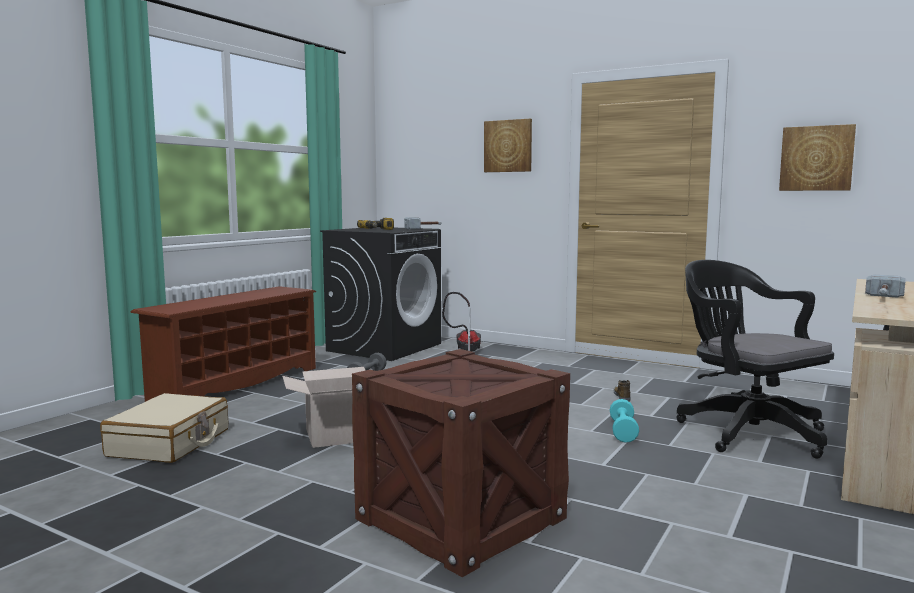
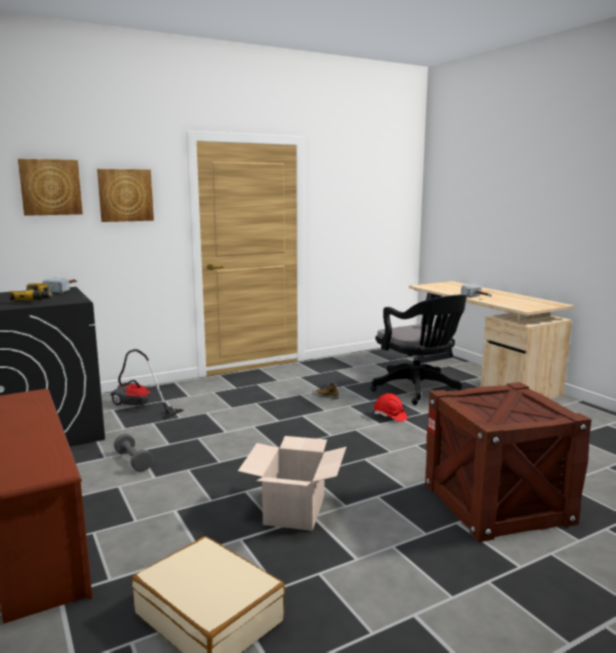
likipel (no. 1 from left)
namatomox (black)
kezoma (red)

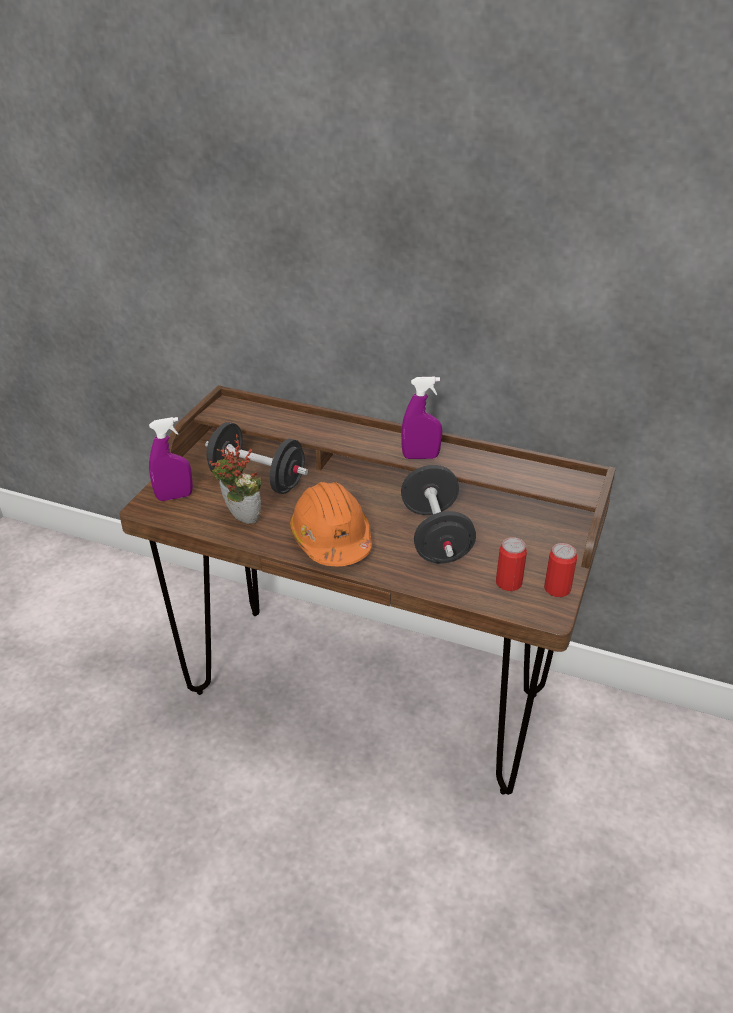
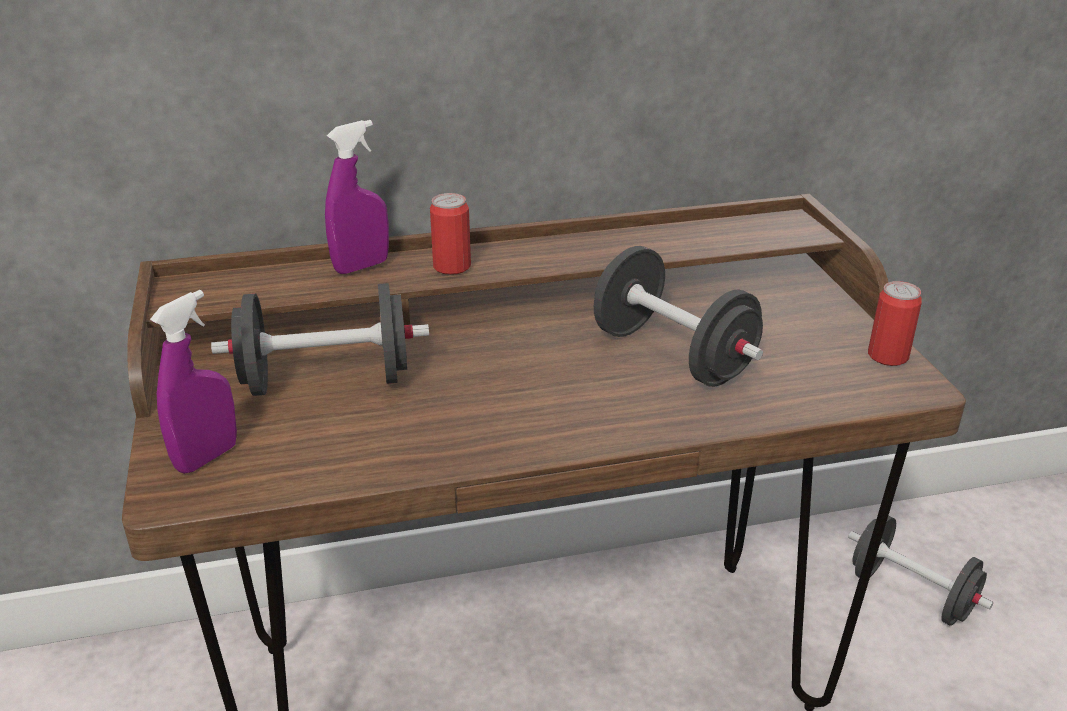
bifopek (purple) (no. 2 from left)
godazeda
kezoma (orange)
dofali (no. 1 from left)
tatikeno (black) (no. 3 from left)

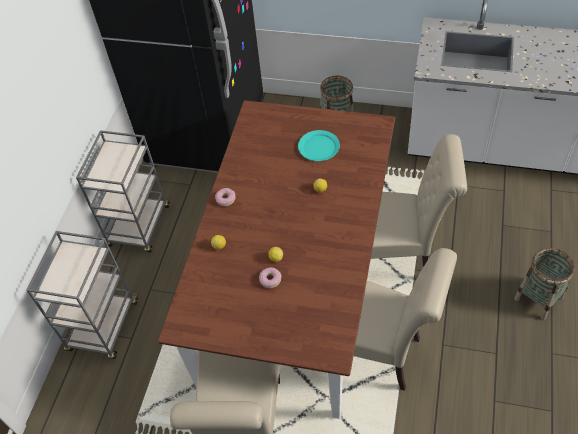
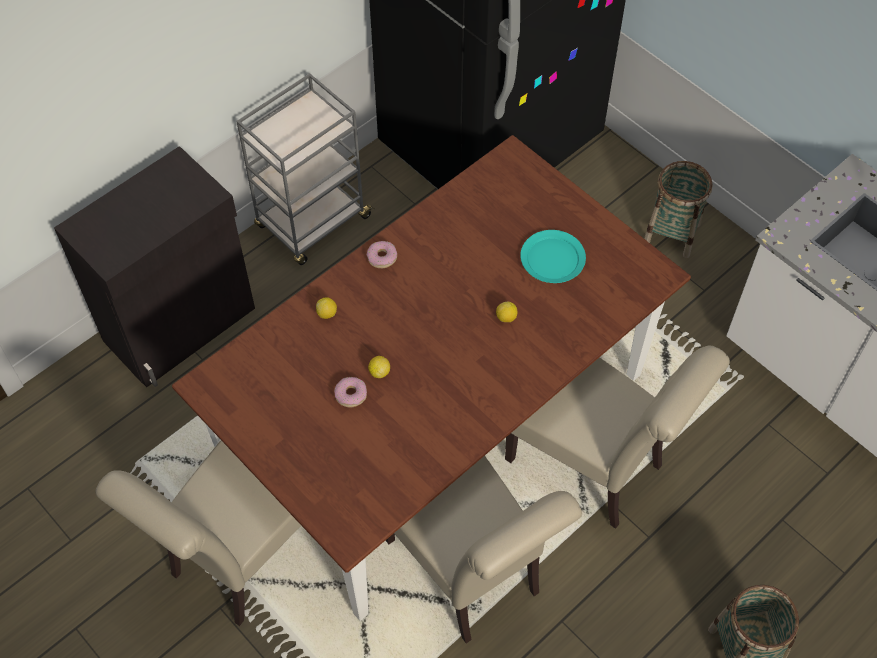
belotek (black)

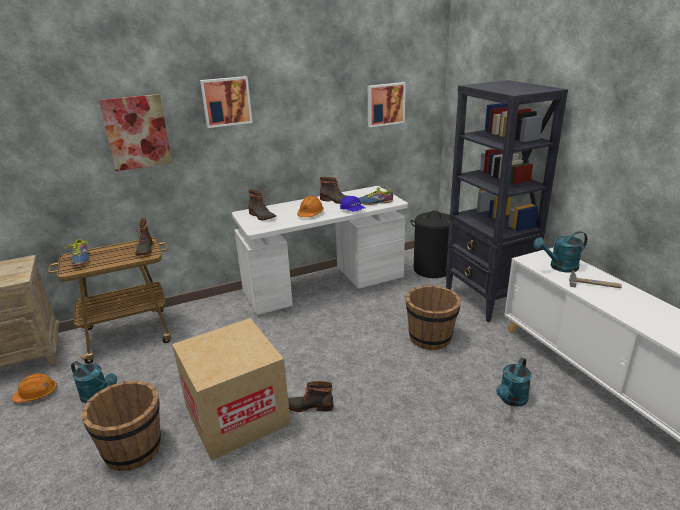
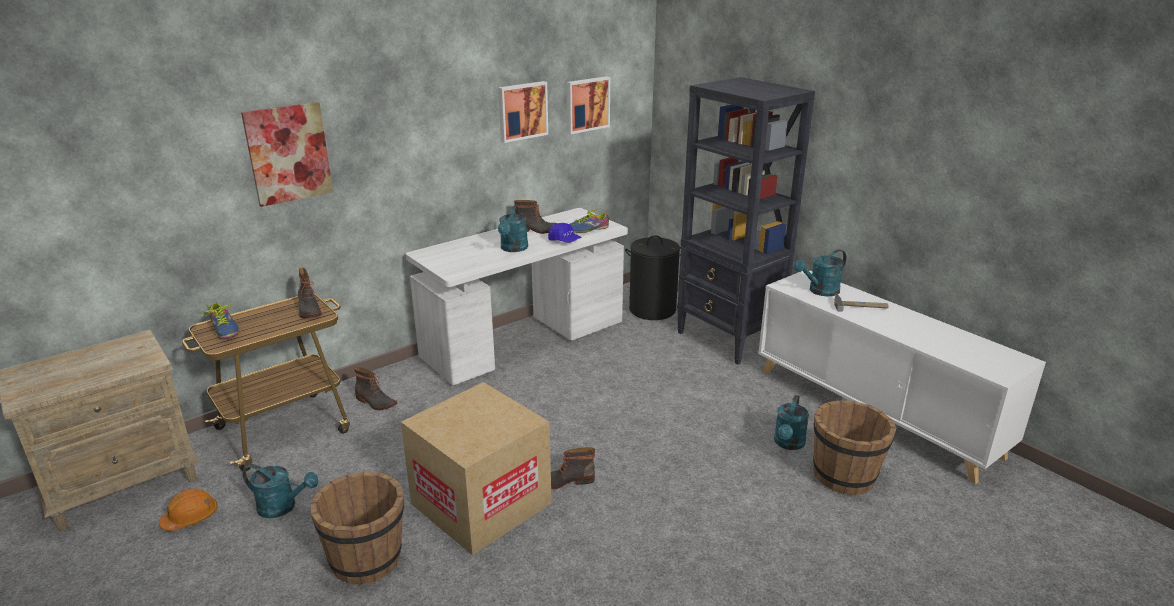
likipel (no. 2 from left)
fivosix (no. 2 from left)
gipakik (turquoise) (no. 2 from left)
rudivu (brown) (no. 2 from left)

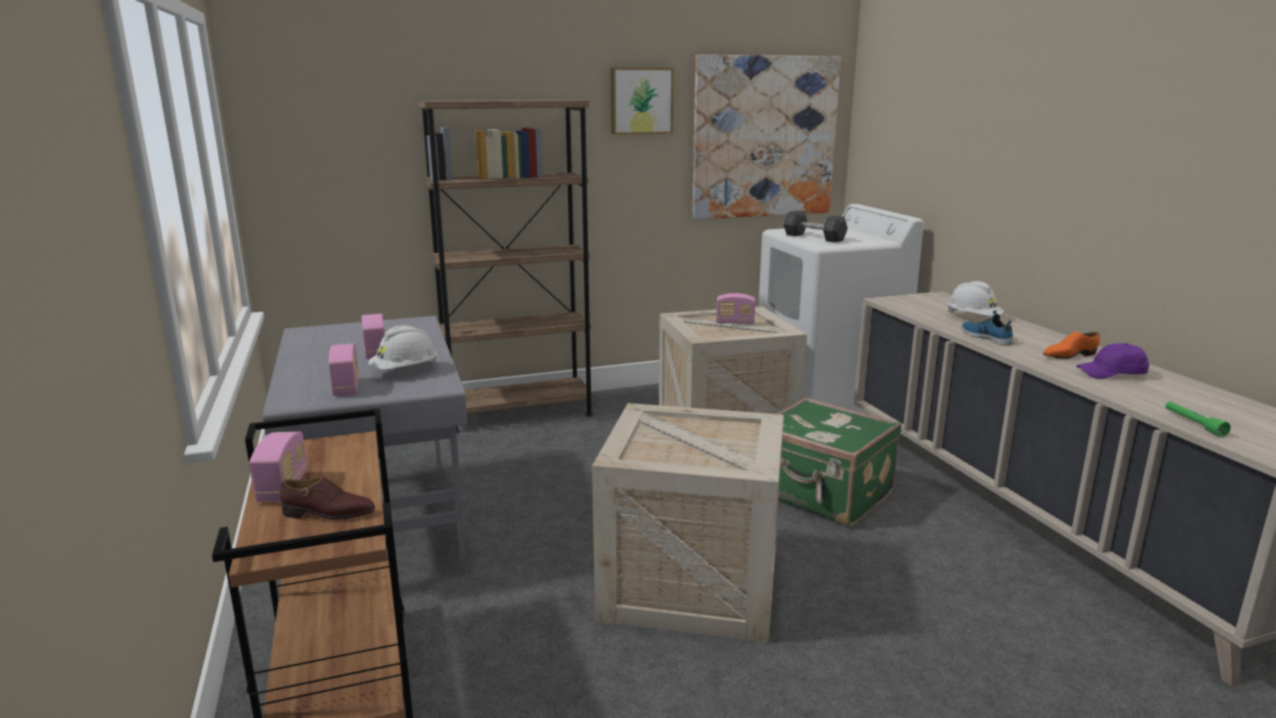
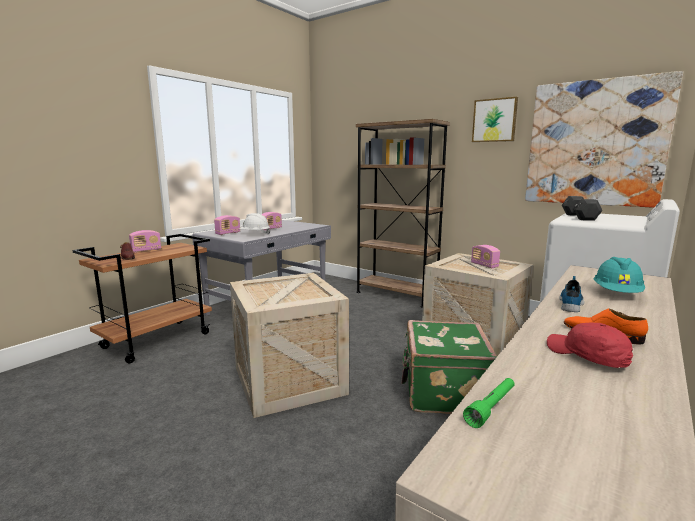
kezoma (turquoise)
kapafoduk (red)

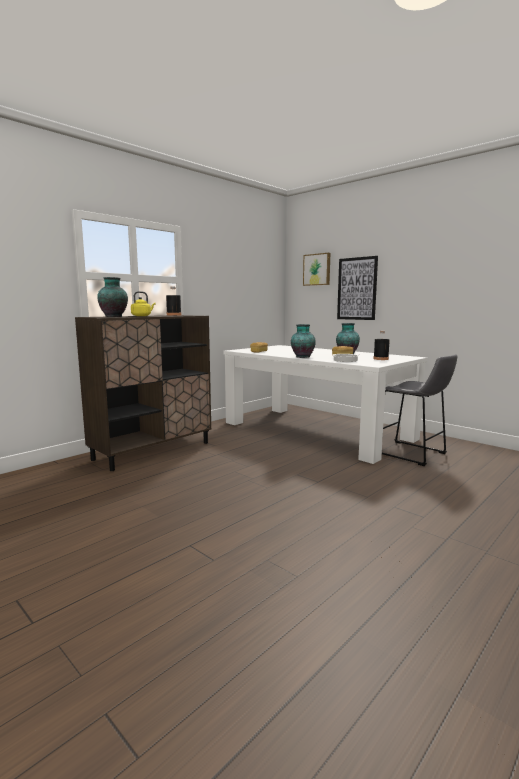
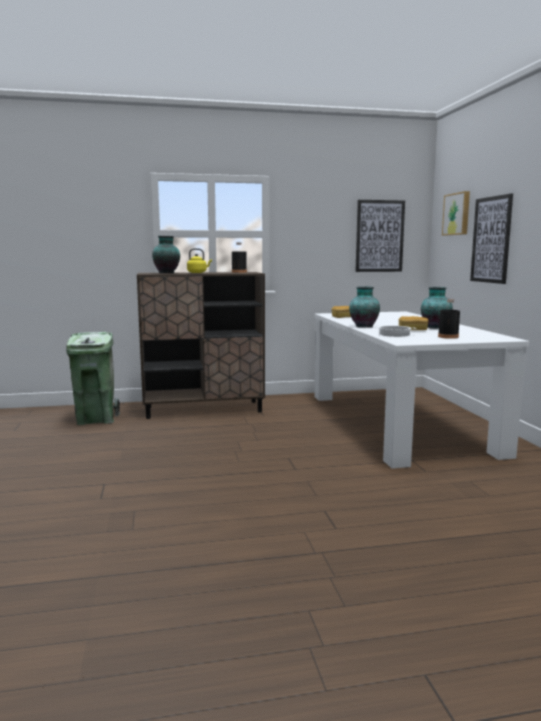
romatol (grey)
likipel (no. 1 from left)
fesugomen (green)

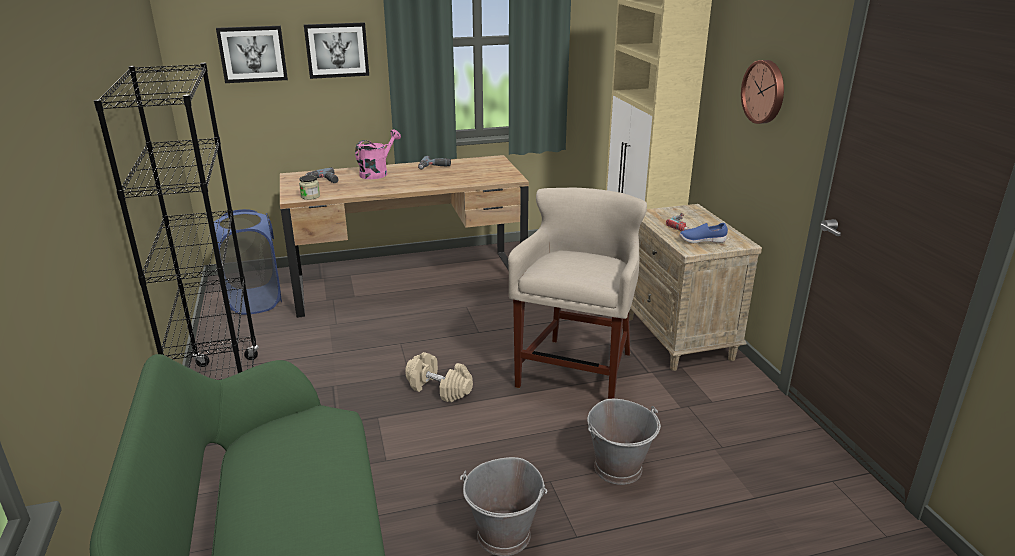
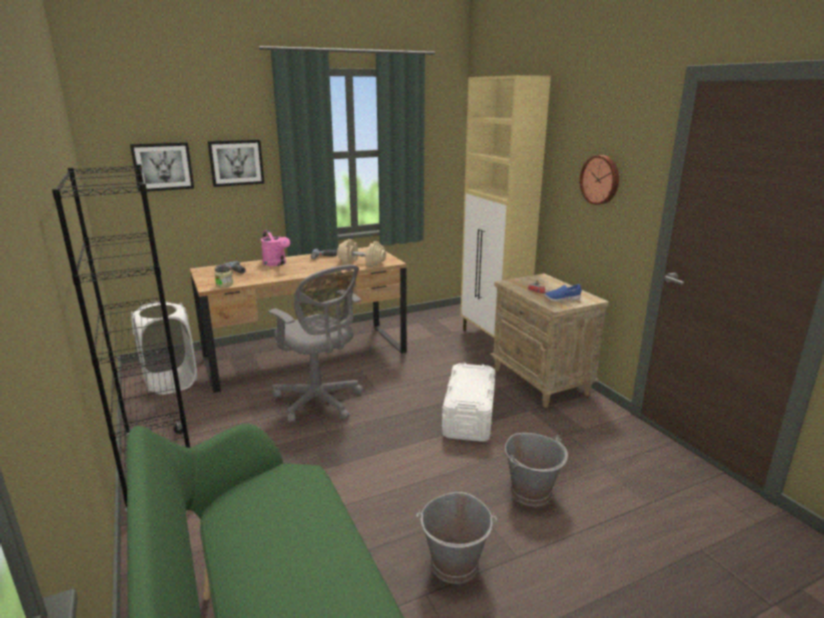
gipakik (pink)
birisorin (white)
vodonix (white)
tatikeno (beige)
namatomox (grey)

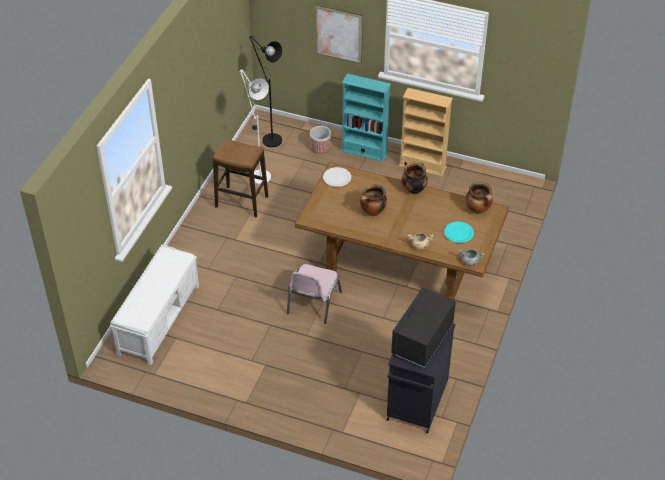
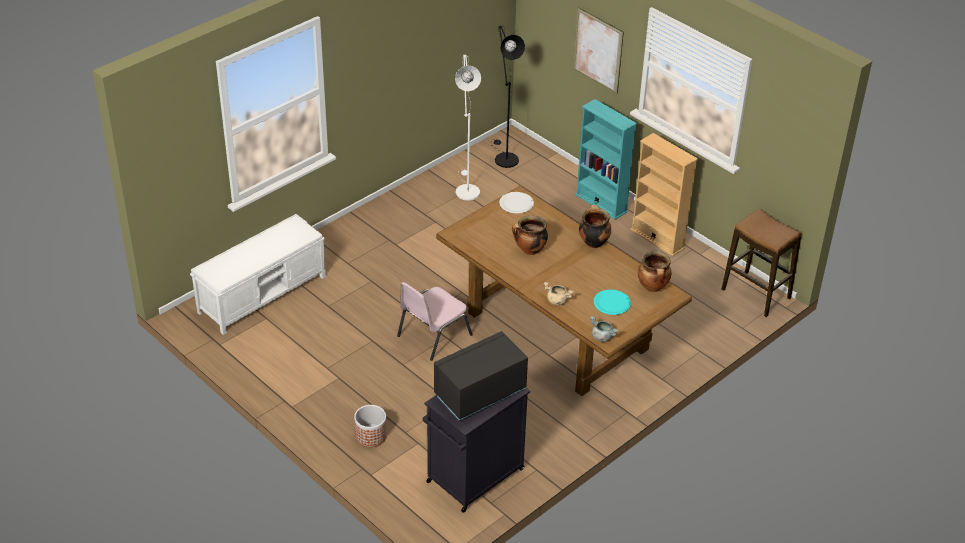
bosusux
romatol

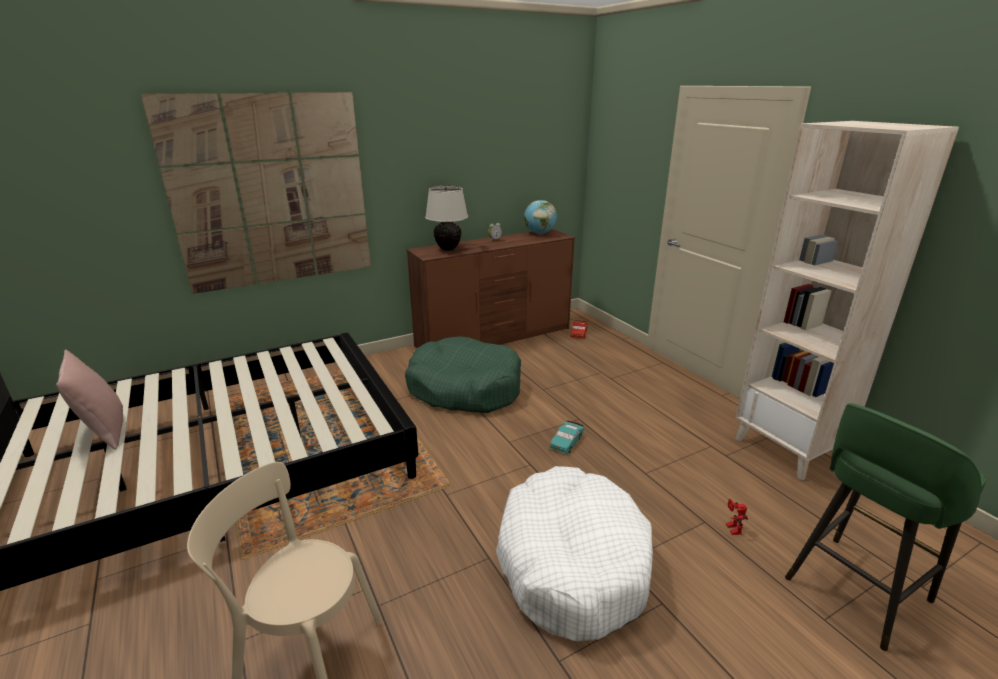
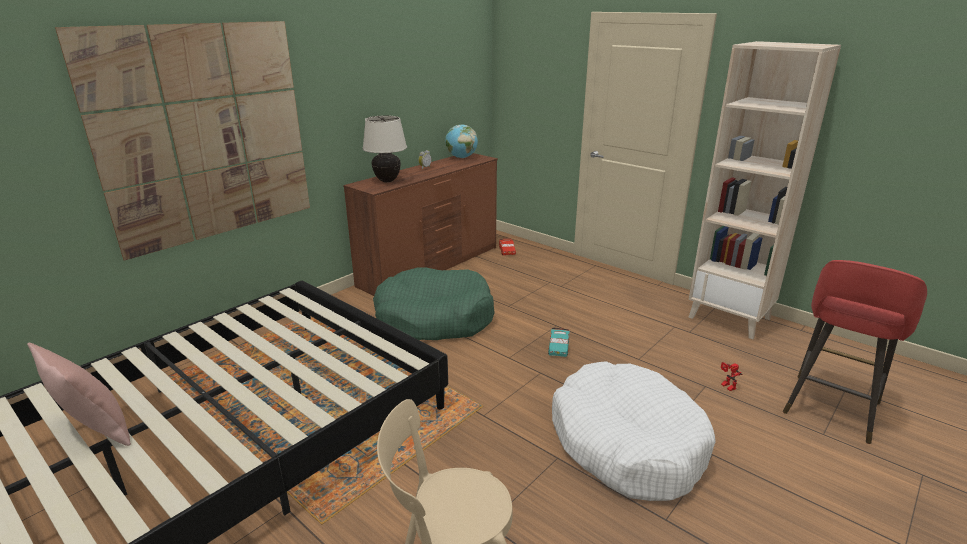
romatol (red)

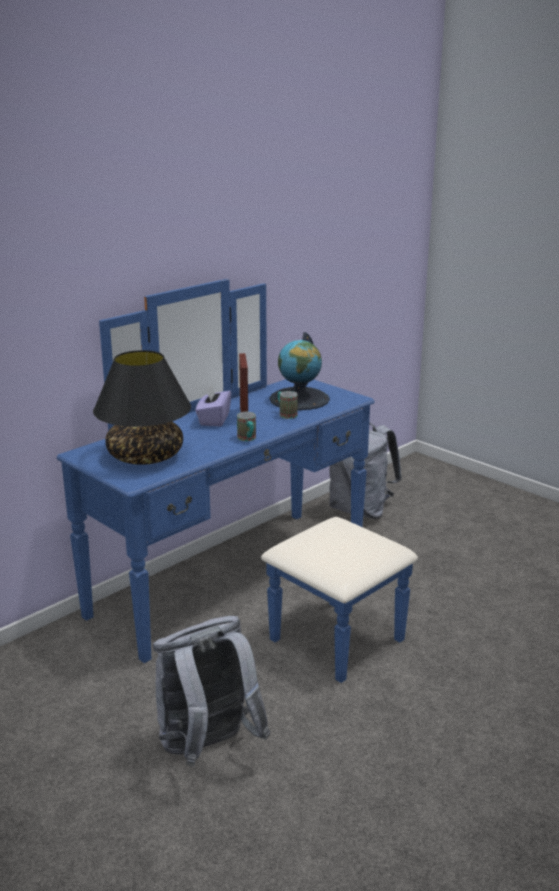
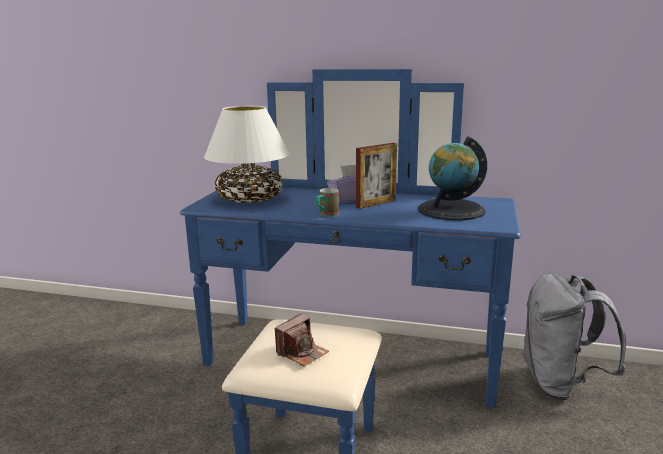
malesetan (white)
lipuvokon (no. 2 from left in the first image)
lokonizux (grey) (no. 1 from left in the first image)
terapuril

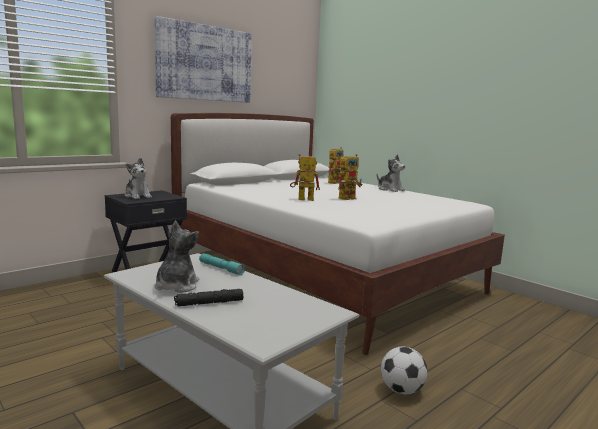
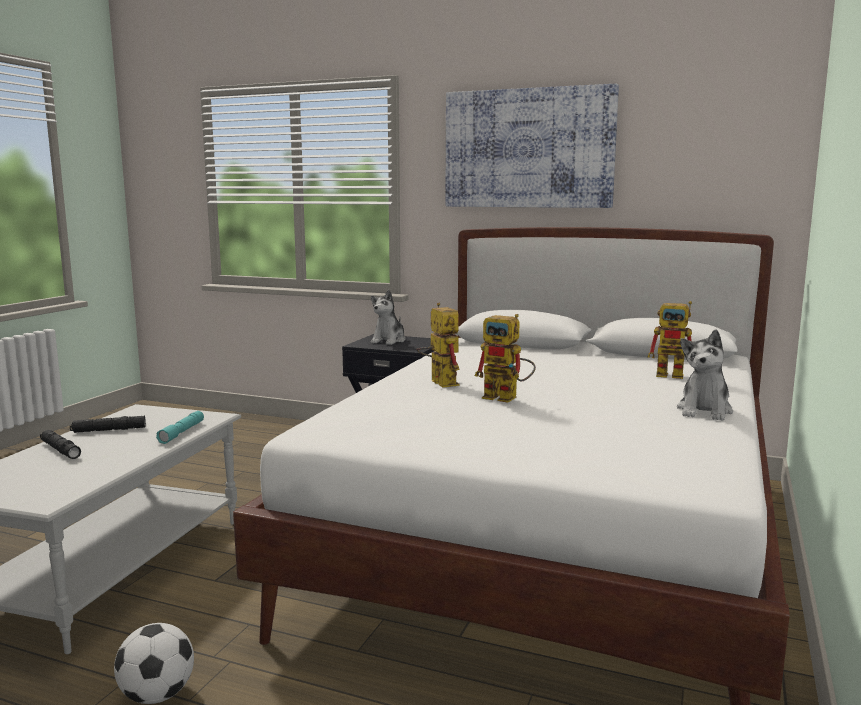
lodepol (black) (no. 2 from left)

